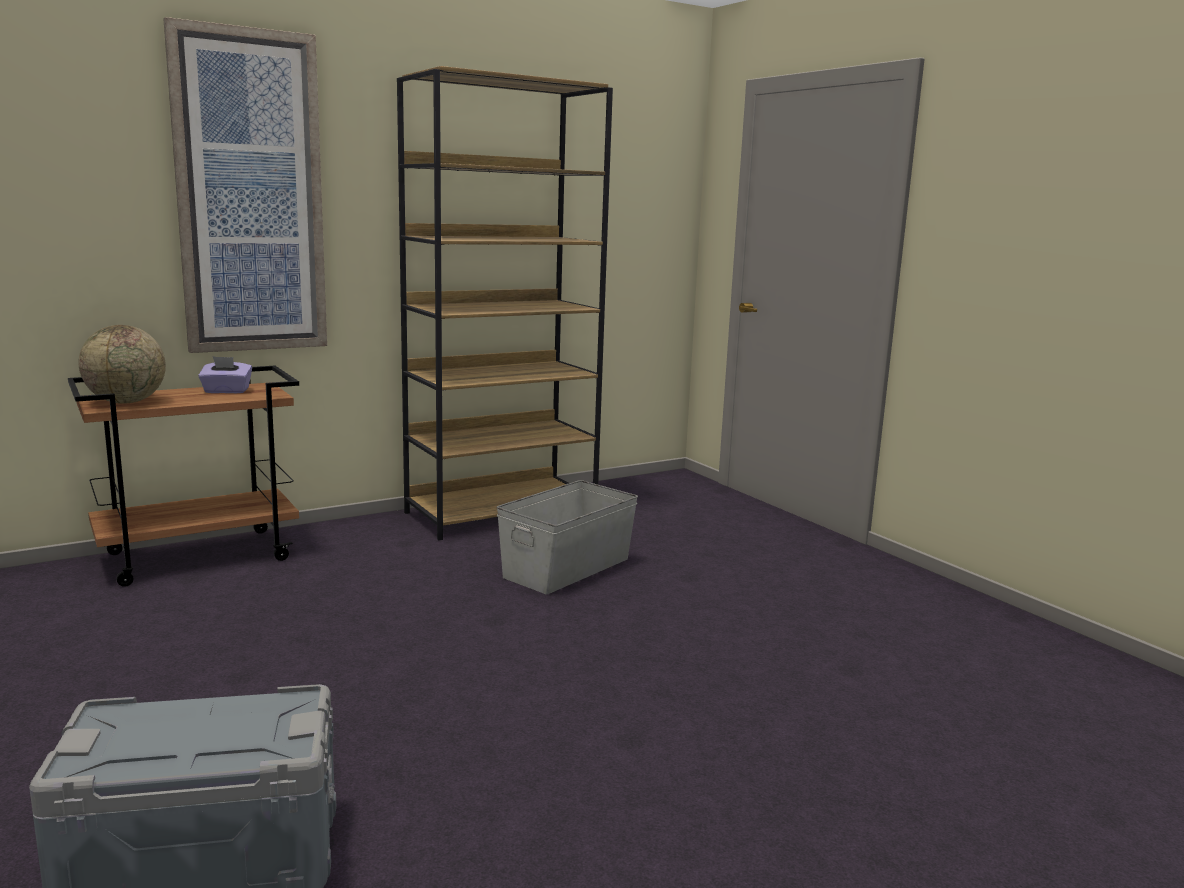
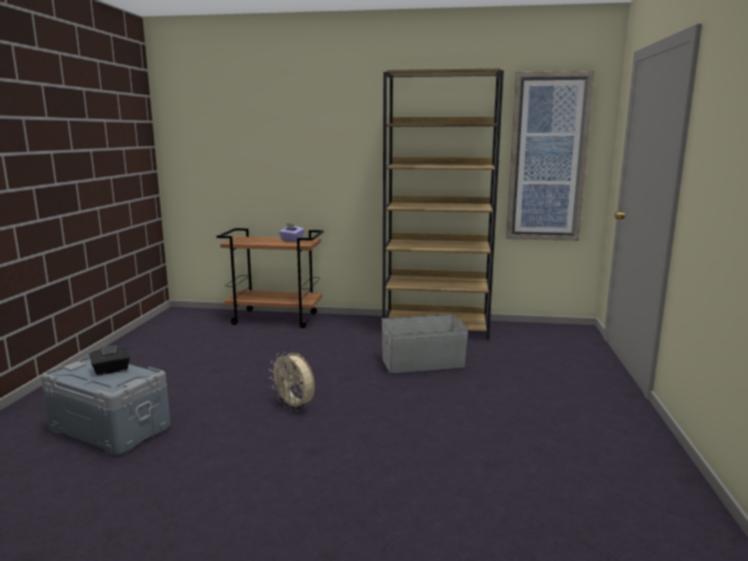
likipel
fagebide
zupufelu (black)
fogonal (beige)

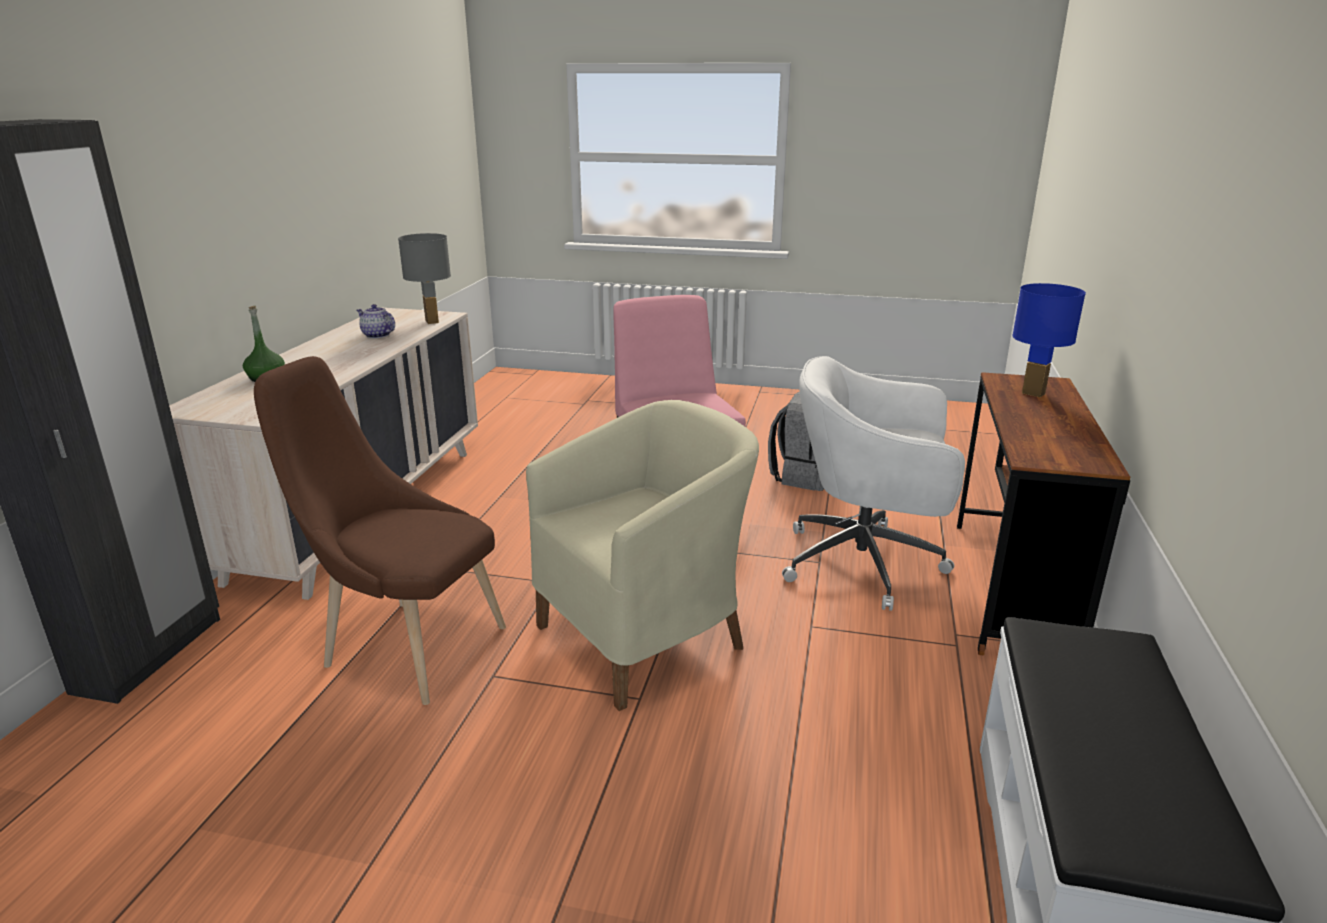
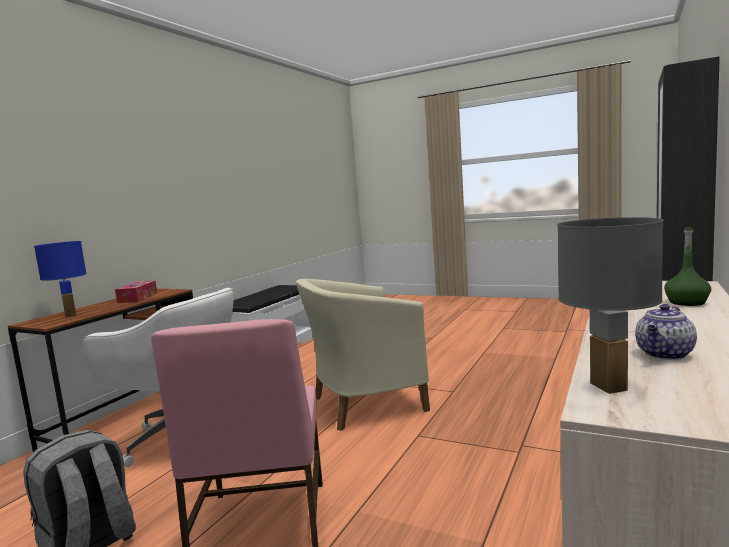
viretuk
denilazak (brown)
zupufelu

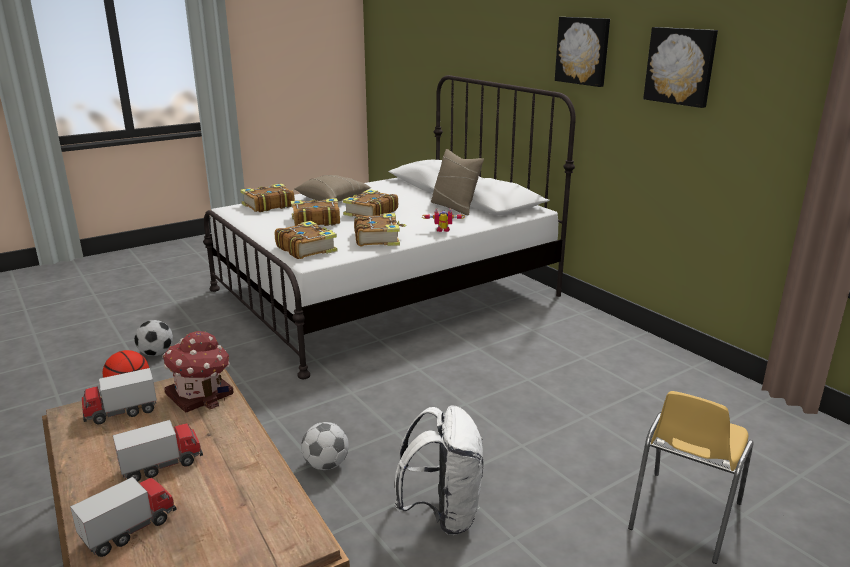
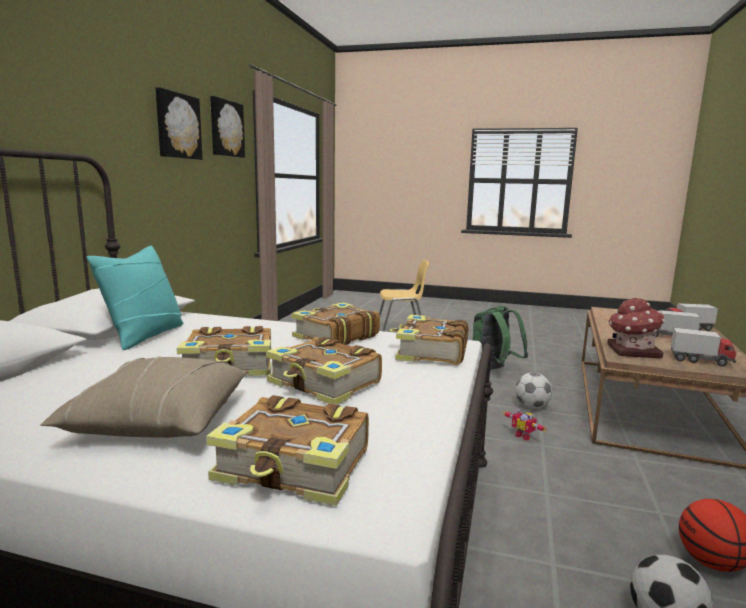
likipel (no. 2 from left)
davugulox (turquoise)
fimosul
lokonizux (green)

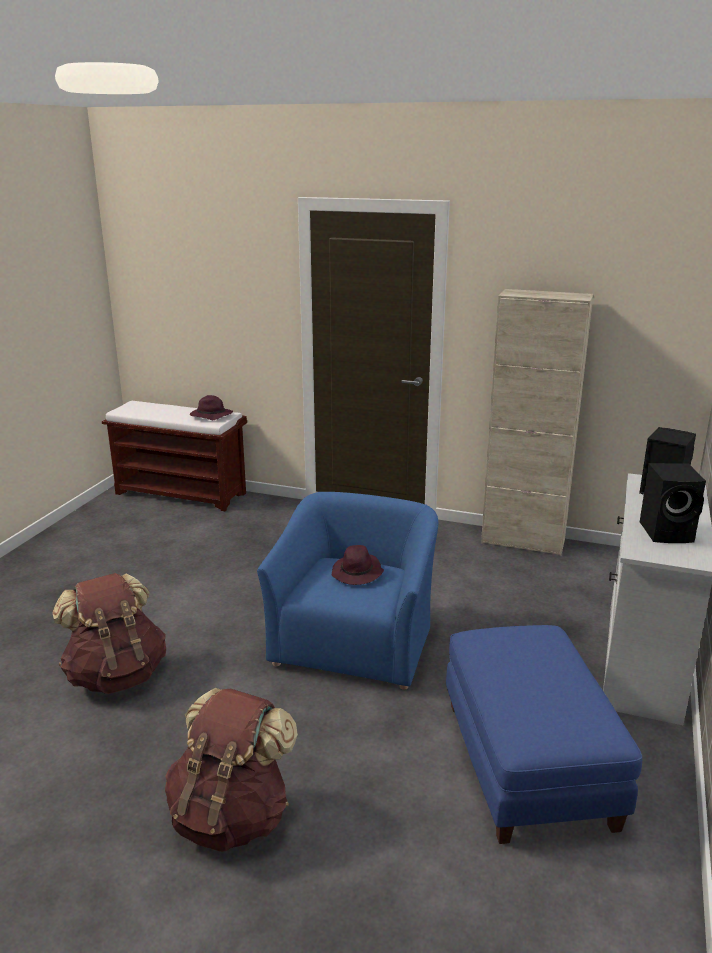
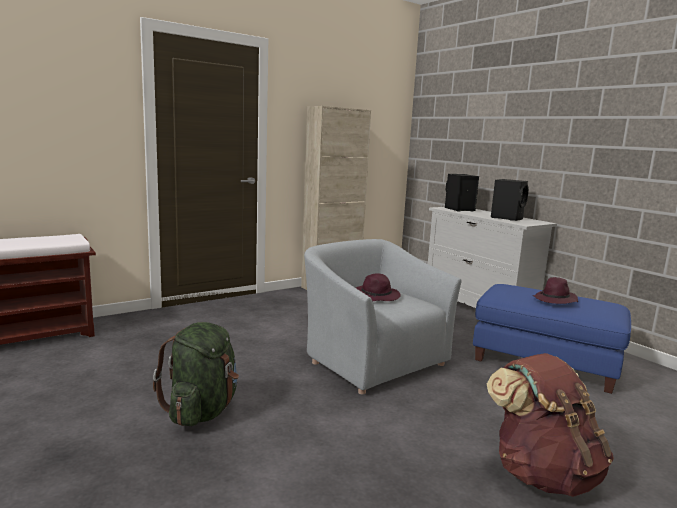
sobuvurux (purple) (no. 2 from left)
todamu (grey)
lokonizux (brown) (no. 1 from left in the first image)
lokonizux (green)

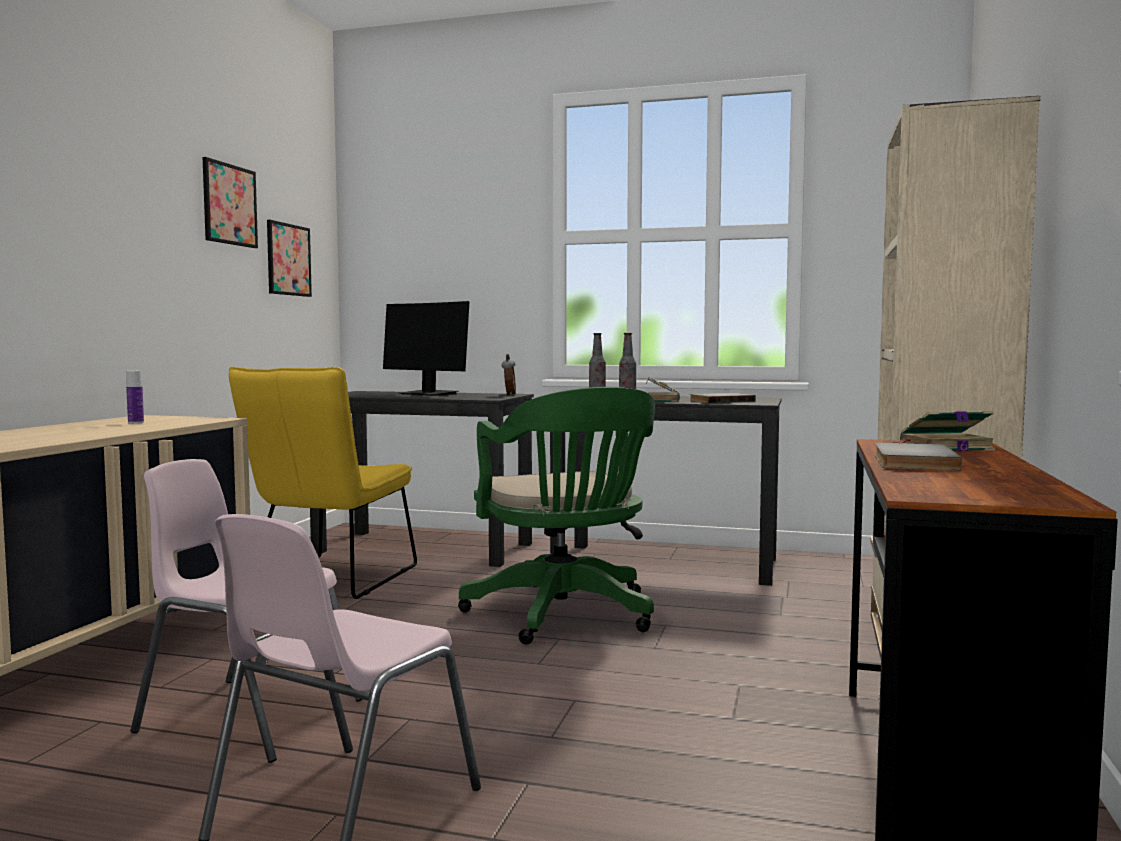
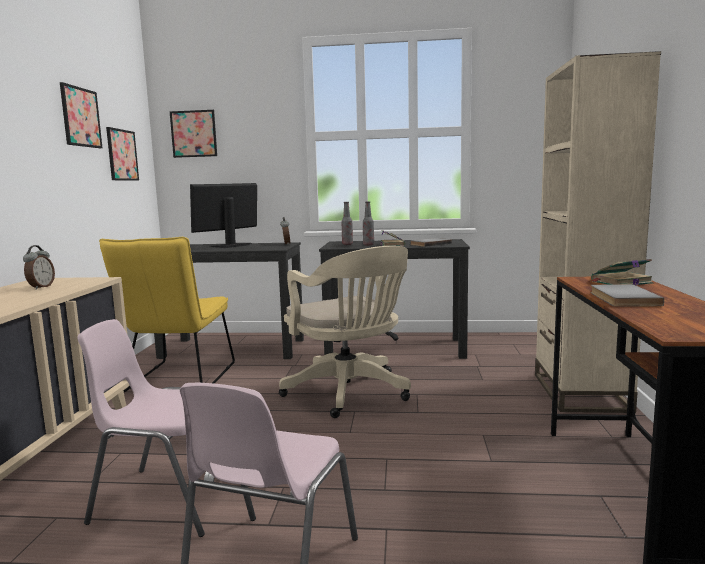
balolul
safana (no. 1 from left)
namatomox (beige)
likipel (no. 3 from left)

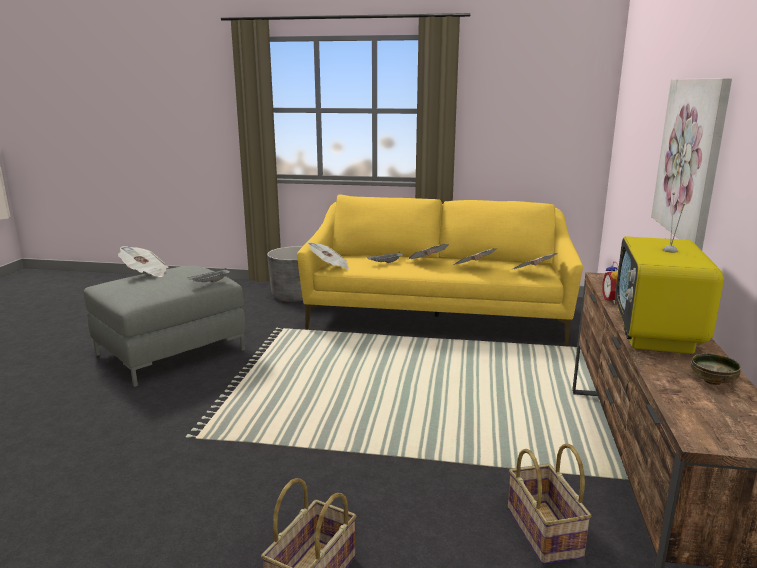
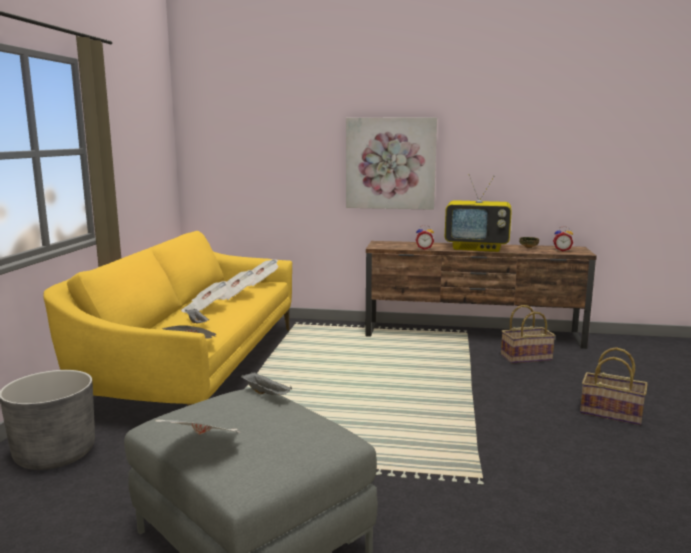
safana (no. 2 from left)

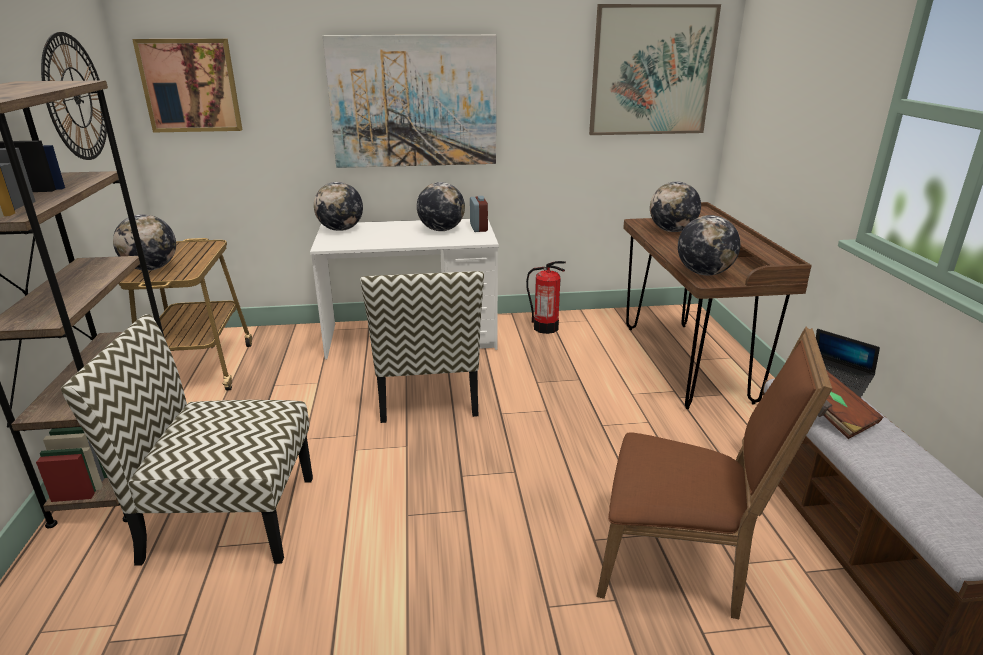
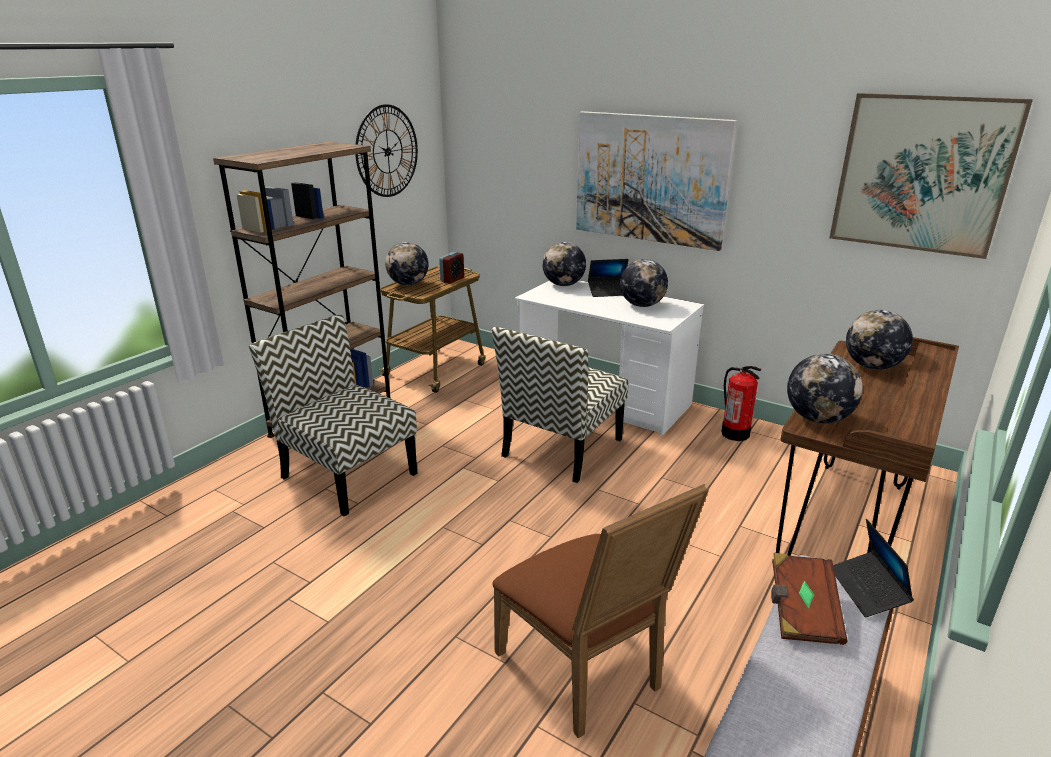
likipel (no. 1 from left in the first image)
safana
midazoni (no. 1 from left)

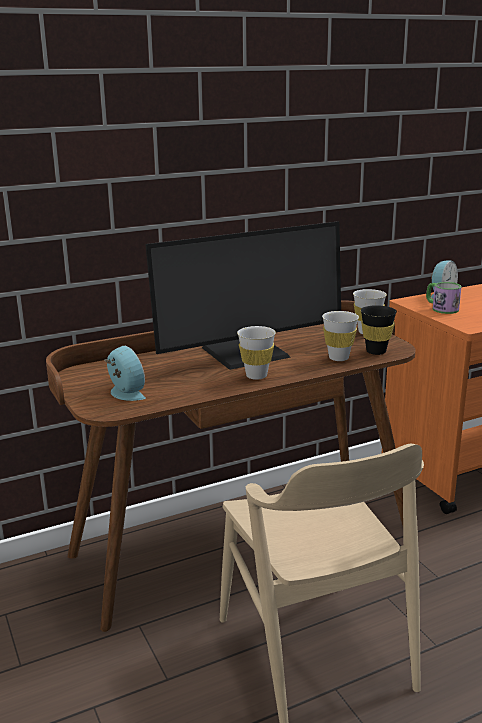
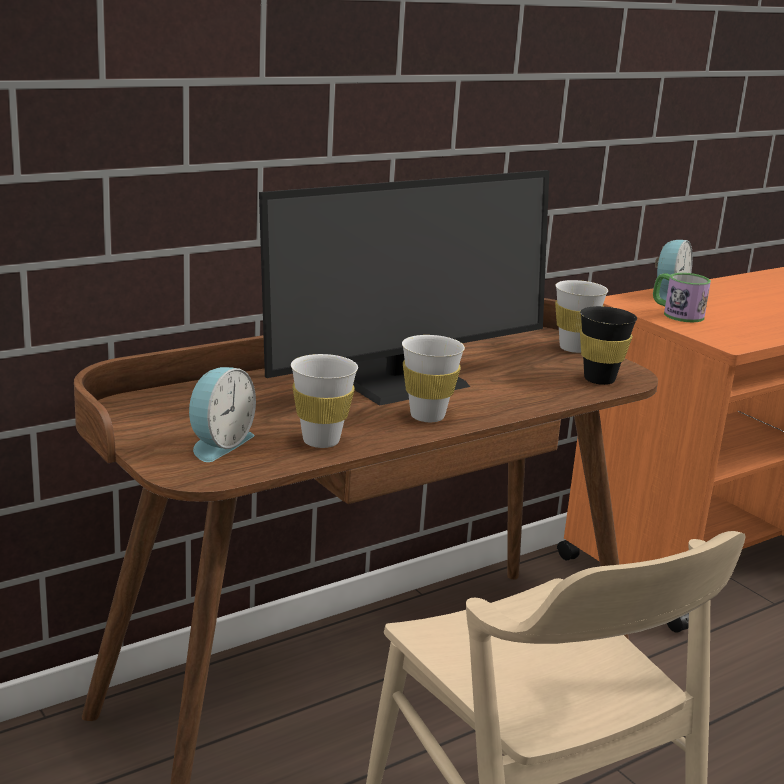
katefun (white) (no. 1 from left)
safana (no. 1 from left)

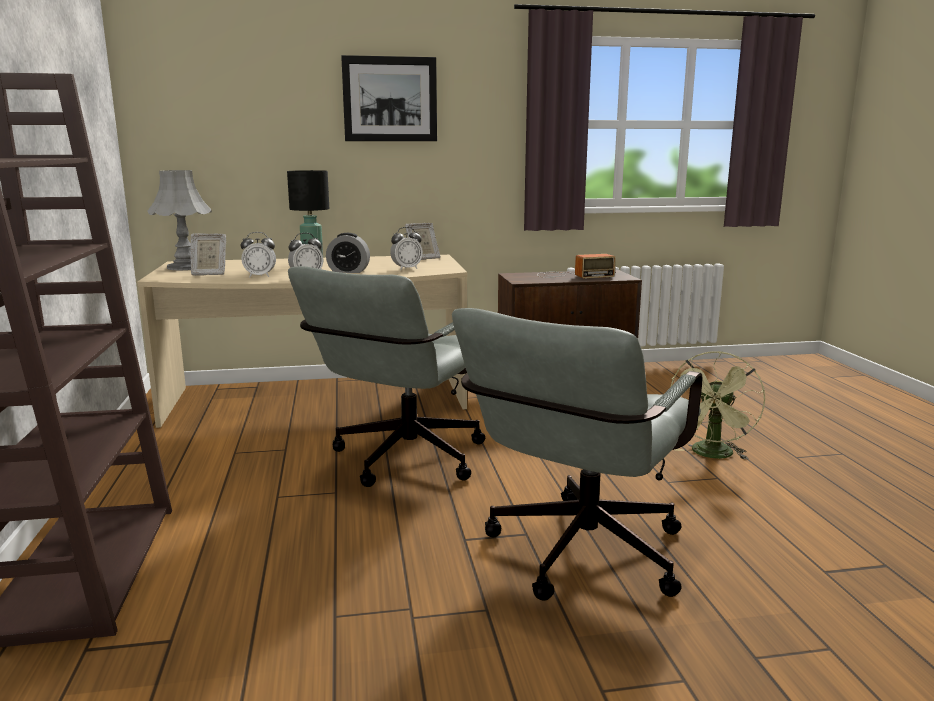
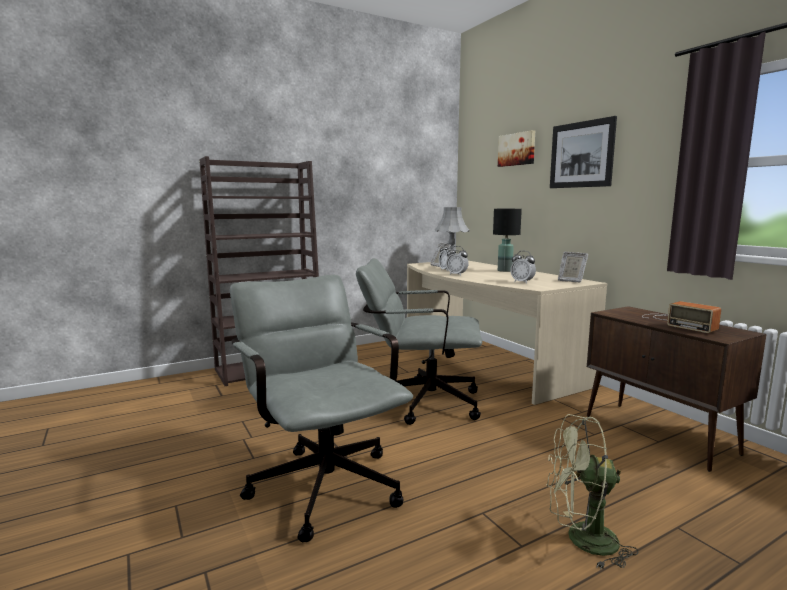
safana (no. 3 from left in the first image)
namatomox (grey) (no. 1 from left)
likipel (no. 1 from left)

